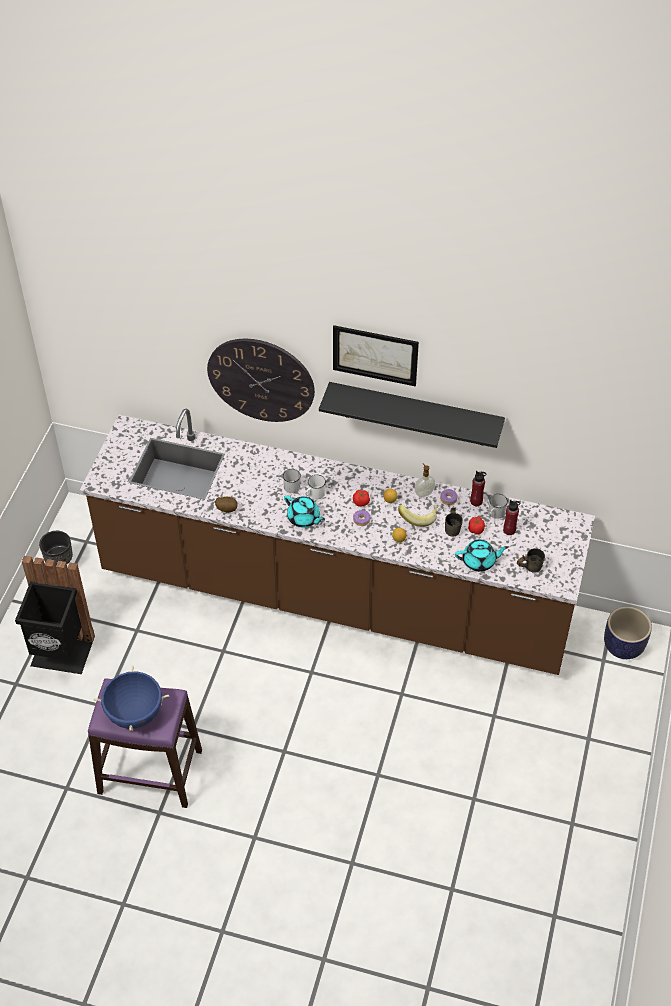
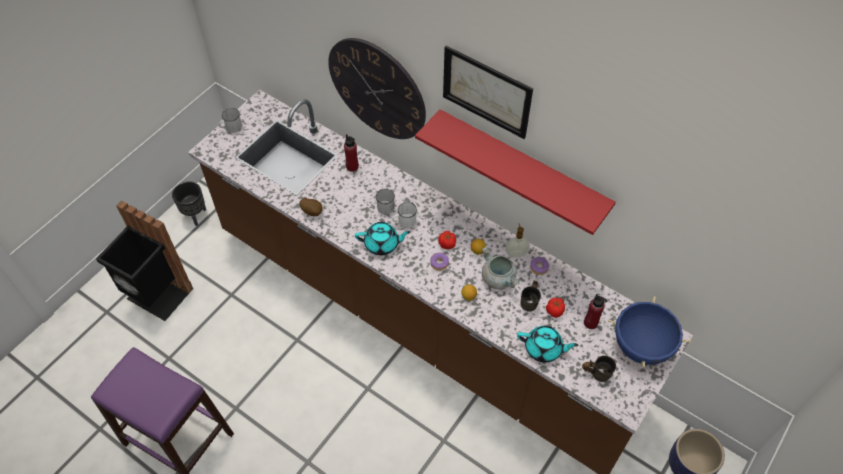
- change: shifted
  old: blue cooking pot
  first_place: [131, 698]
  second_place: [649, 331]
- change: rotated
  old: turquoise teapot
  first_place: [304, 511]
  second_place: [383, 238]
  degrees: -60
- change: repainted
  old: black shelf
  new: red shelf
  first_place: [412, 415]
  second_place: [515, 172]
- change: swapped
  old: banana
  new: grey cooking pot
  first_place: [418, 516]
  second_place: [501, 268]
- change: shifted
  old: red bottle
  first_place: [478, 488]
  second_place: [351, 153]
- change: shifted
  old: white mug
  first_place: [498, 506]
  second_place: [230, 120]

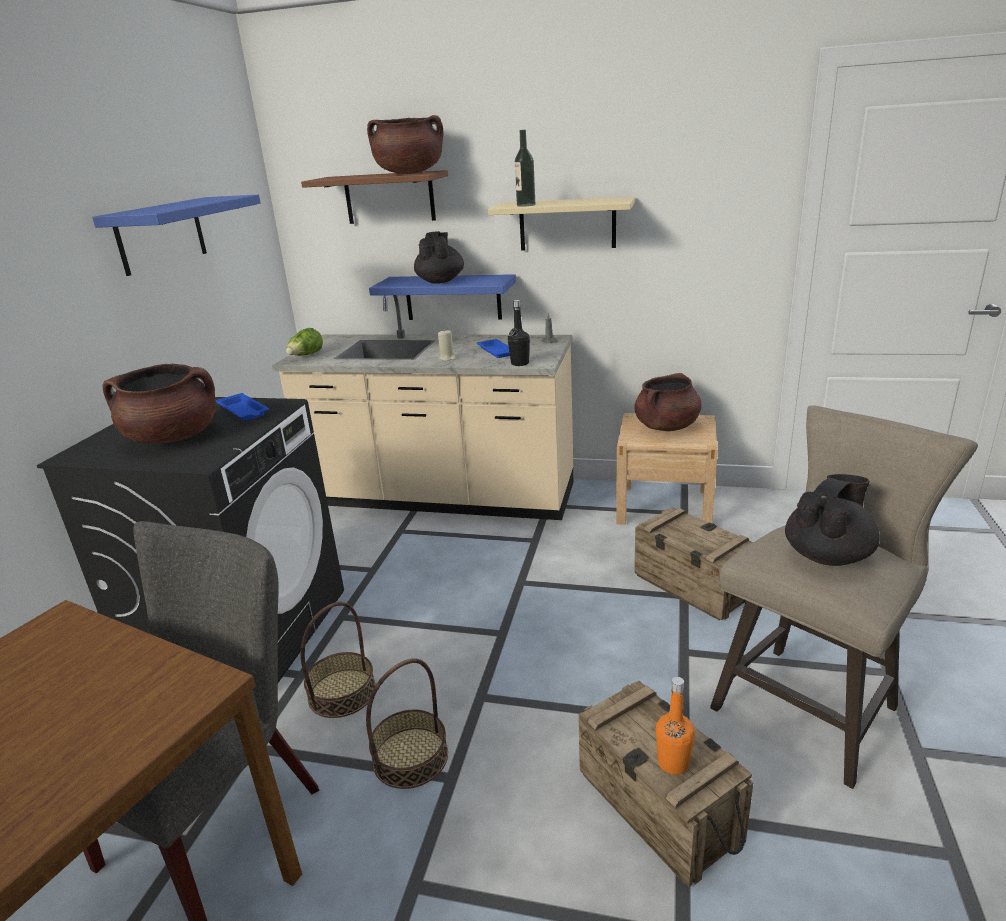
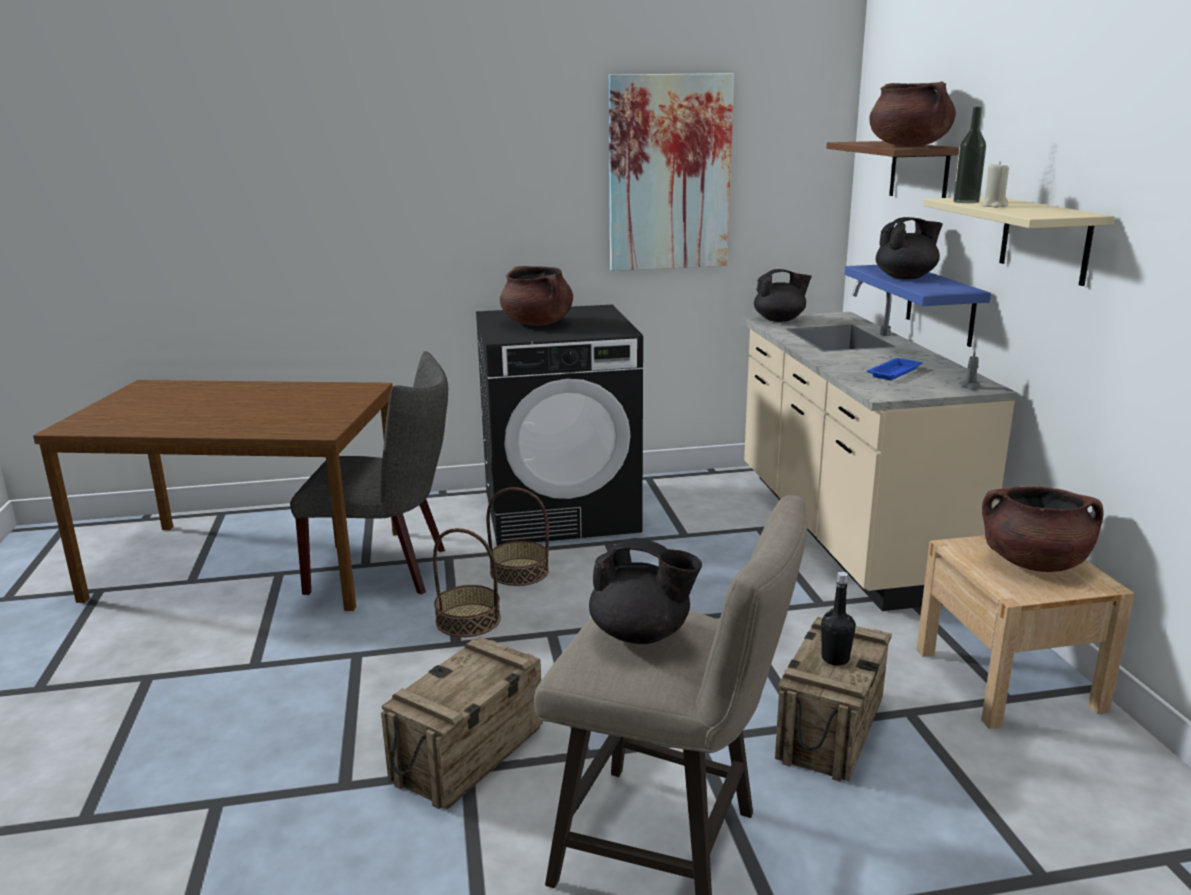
- change: swapped
  old: blue shelf
  new: picture
  first_place: [176, 235]
  second_place: [671, 172]
- change: gone
  old: blue tray
  first_place: [242, 407]
- change: swapped
  old: lettuce
  new: black teapot
  first_place: [304, 342]
  second_place: [783, 295]
- change: shifted
  old: beige candle
  first_place: [447, 345]
  second_place: [995, 185]
- change: shifted
  old: black bottle
  first_place: [519, 333]
  second_place: [838, 619]
- change: gone
  old: orange bottle
  first_place: [675, 726]

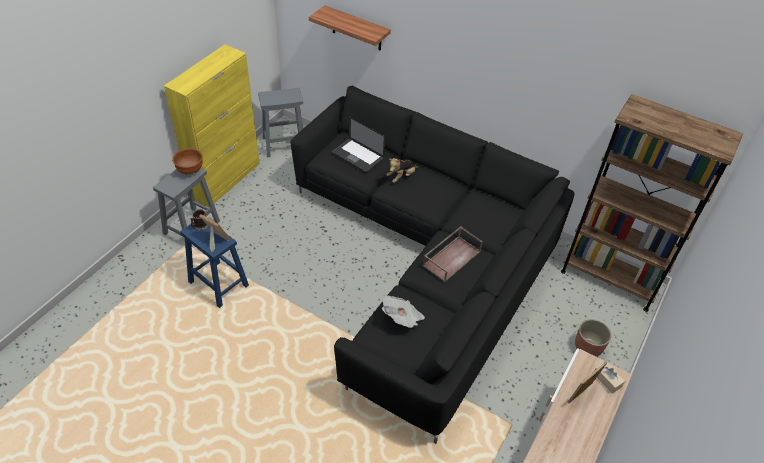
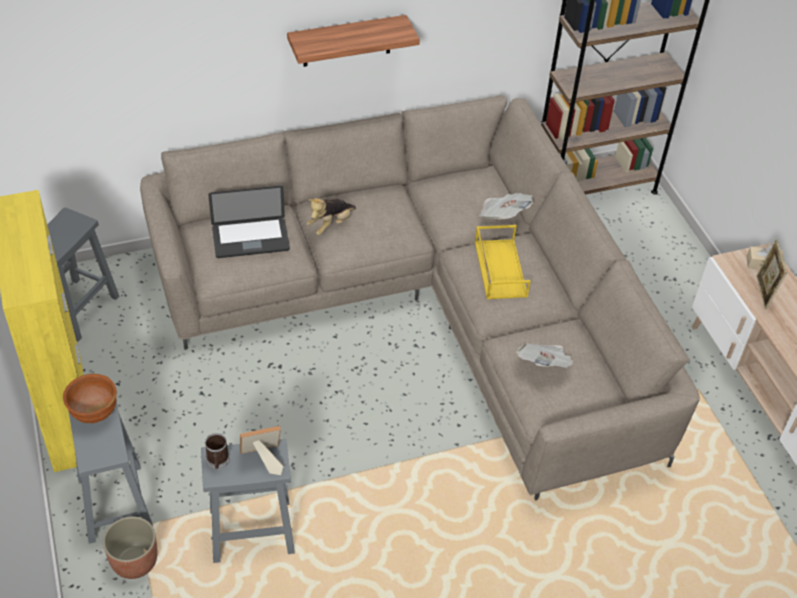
- change: repainted
  old: blue stool
  new: grey stool
  first_place: [214, 265]
  second_place: [248, 501]
- change: repainted
  old: black sofa
  new: beige sofa
  first_place: [432, 265]
  second_place: [420, 297]
- change: shifted
  old: shelf
  first_place: [350, 28]
  second_place: [353, 41]
- change: rotated
  old: plush toy
  first_place: [402, 170]
  second_place: [331, 216]
  degrees: 45
- change: repainted
  old: brown tray
  new: yellow tray
  first_place: [453, 254]
  second_place: [503, 262]
- change: shifted
  old: planter
  first_place: [593, 338]
  second_place: [130, 547]
- change: new
  new: newspaper
  second_place: [505, 206]

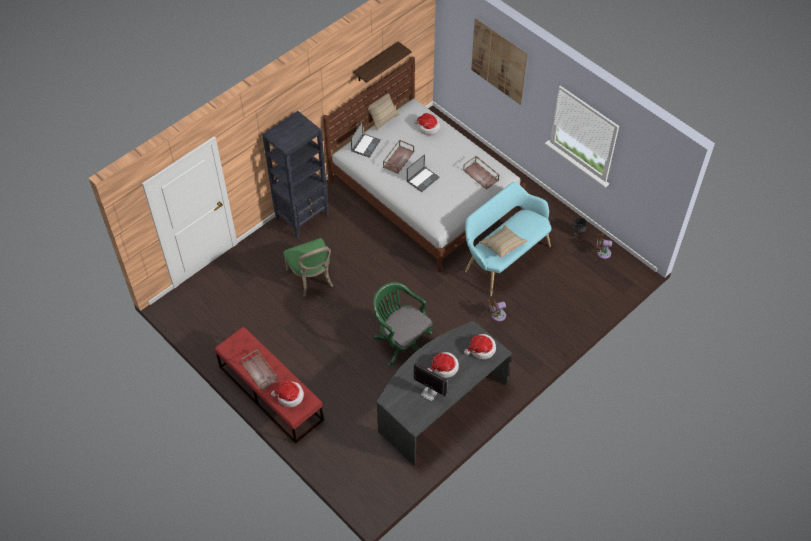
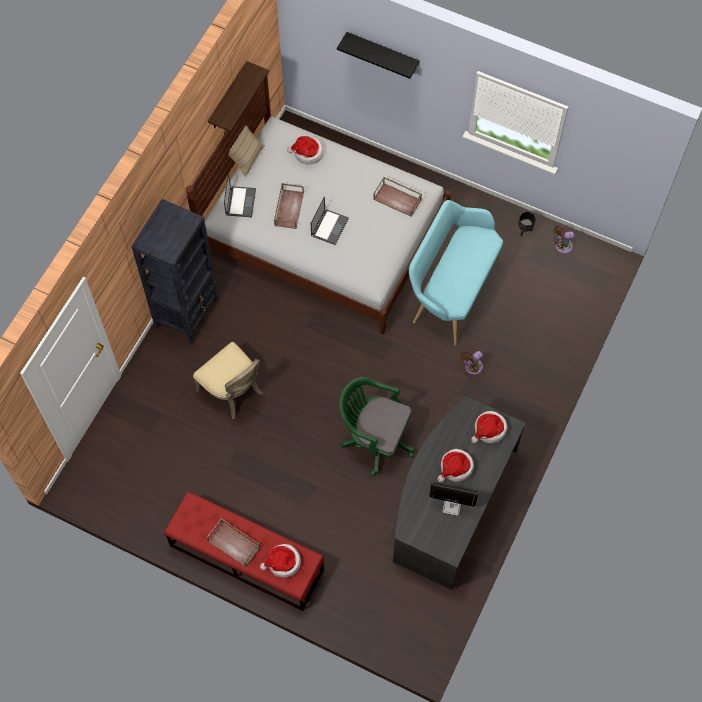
- change: repainted
  old: green chair
  new: beige chair
  first_place: [308, 267]
  second_place: [228, 380]
- change: swapped
  old: picture
  new: black shelf
  first_place: [499, 61]
  second_place: [378, 55]
- change: gone
  old: beige pillow
  first_place: [503, 241]

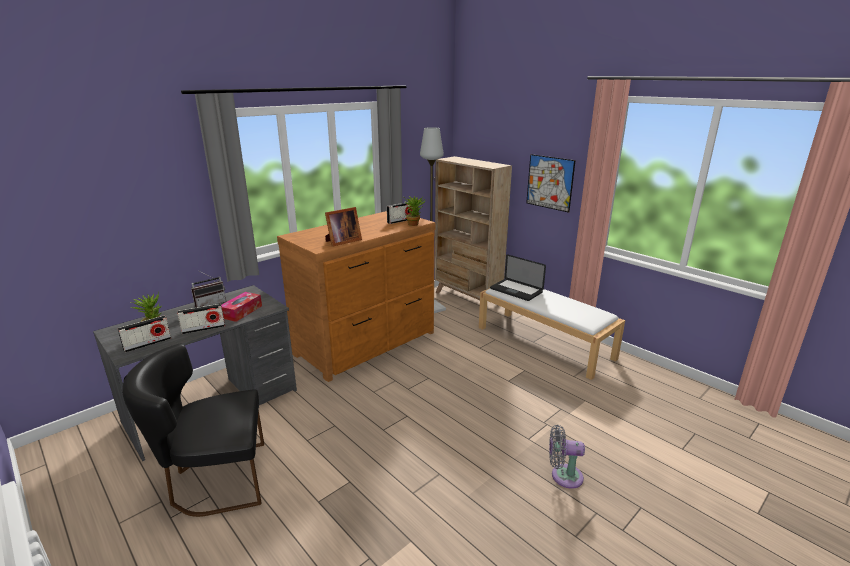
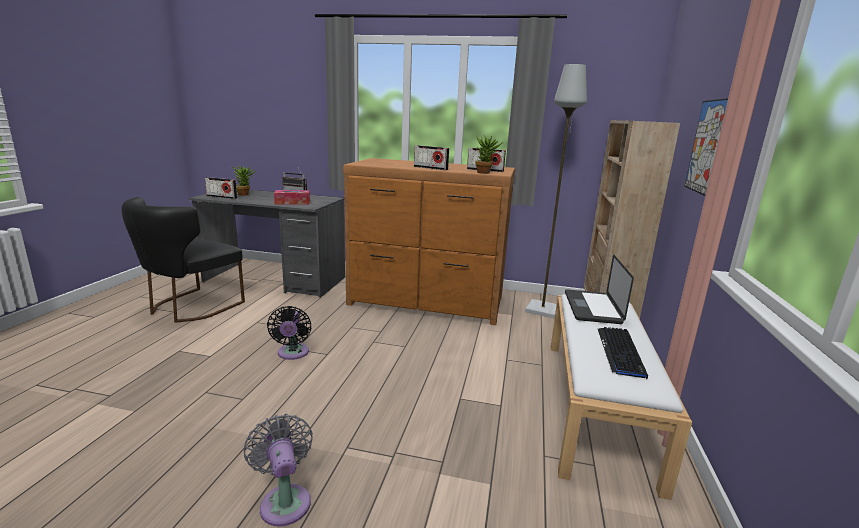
- change: rotated
  old: black chair
  first_place: [193, 430]
  second_place: [183, 260]
  degrees: -105
- change: shifted
  old: radio
  first_place: [201, 319]
  second_place: [431, 157]
- change: gone
  old: picture frame
  first_place: [343, 227]
- change: new
  new: black fan
  second_place: [289, 333]
- change: new
  new: keyboard
  second_place: [623, 353]

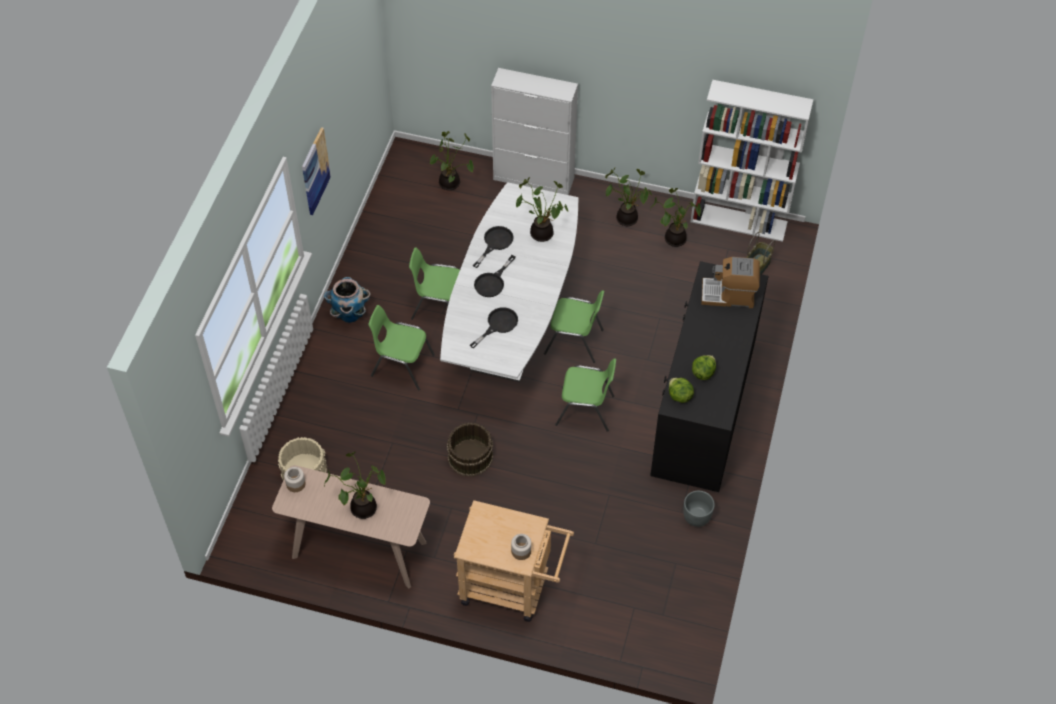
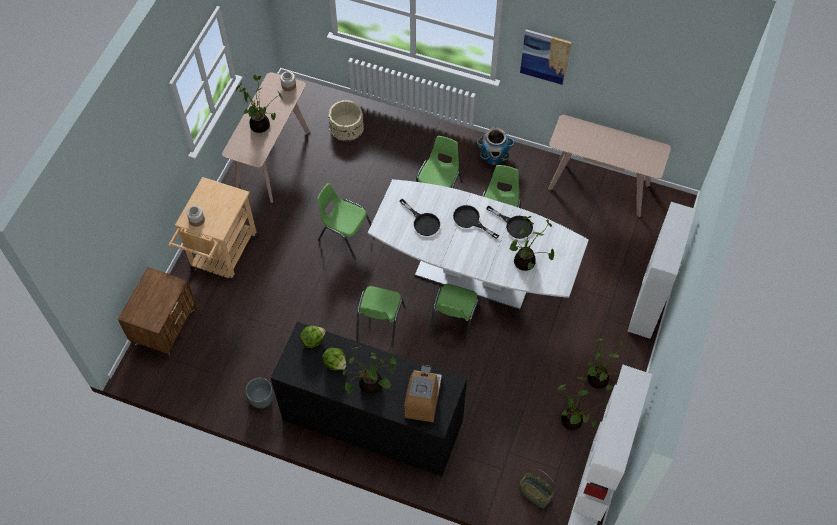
- change: shifted
  old: potted plant
  first_place: [451, 160]
  second_place: [369, 370]
- change: swapped
  old: brown bucket
  new: green chair
  first_place: [470, 450]
  second_place: [344, 221]
- change: new
  new: brown nightstand
  second_place: [158, 314]
- change: new
  new: beige console table
  second_place: [609, 166]

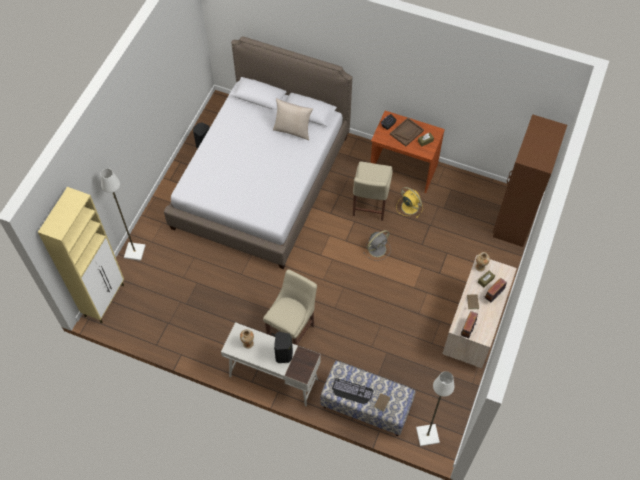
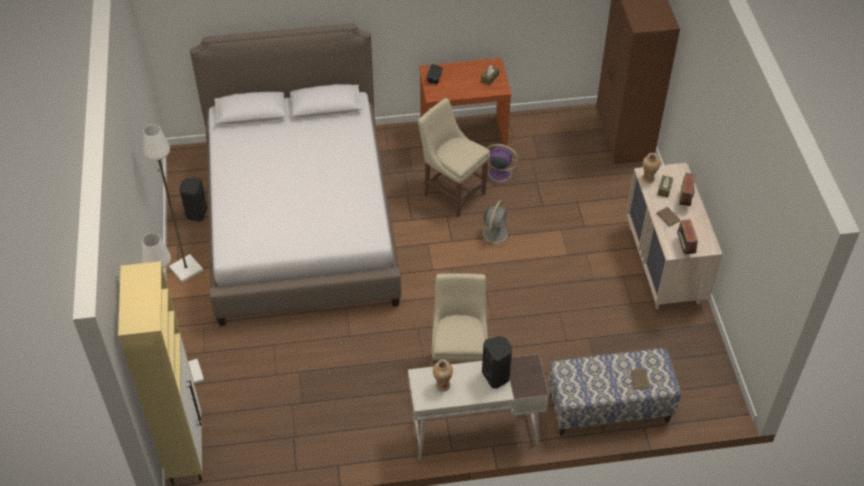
- change: gone
  old: beige pillow
  first_place: [293, 119]
- change: gone
  old: keyboard
  first_place: [353, 391]
- change: rotated
  old: beige chair
  first_place: [373, 191]
  second_place: [454, 157]
  degrees: 150
- change: gone
  old: brown tray
  first_place: [407, 132]
- change: repainted
  old: yellow fan
  new: purple fan
  first_place: [409, 202]
  second_place: [502, 164]
- change: shifted
  old: white floor lamp
  first_place: [435, 408]
  second_place: [173, 203]

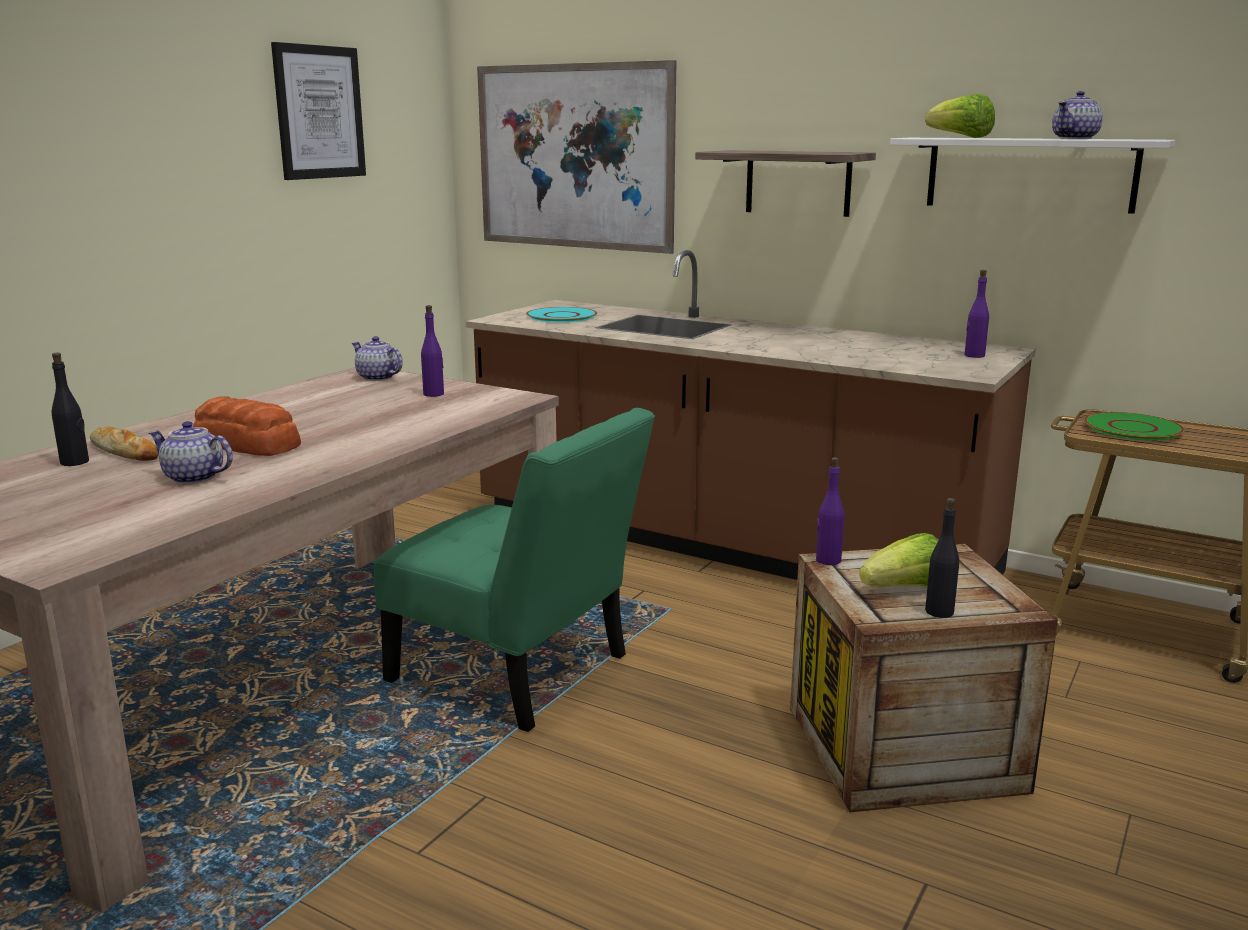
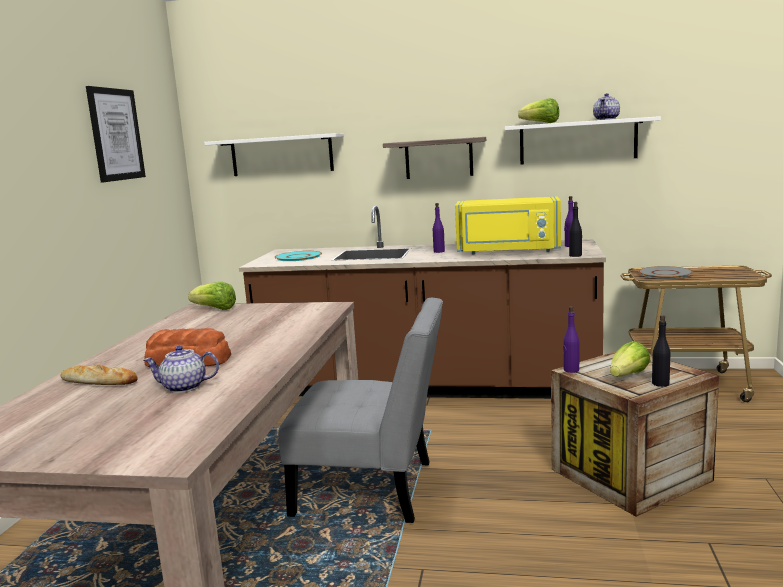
- change: shifted
  old: black bottle
  first_place: [70, 409]
  second_place: [575, 229]
- change: swapped
  old: teapot
  new: lettuce
  first_place: [377, 358]
  second_place: [212, 296]
- change: repainted
  old: green chair
  new: grey chair
  first_place: [514, 570]
  second_place: [360, 410]
- change: shifted
  old: purple bottle
  first_place: [432, 351]
  second_place: [439, 228]
- change: swapped
  old: picture
  new: white shelf
  first_place: [576, 157]
  second_place: [274, 154]
- change: repainted
  old: green plate
  new: grey plate
  first_place: [1134, 426]
  second_place: [665, 272]
- change: new
  new: yellow microwave
  second_place: [508, 225]

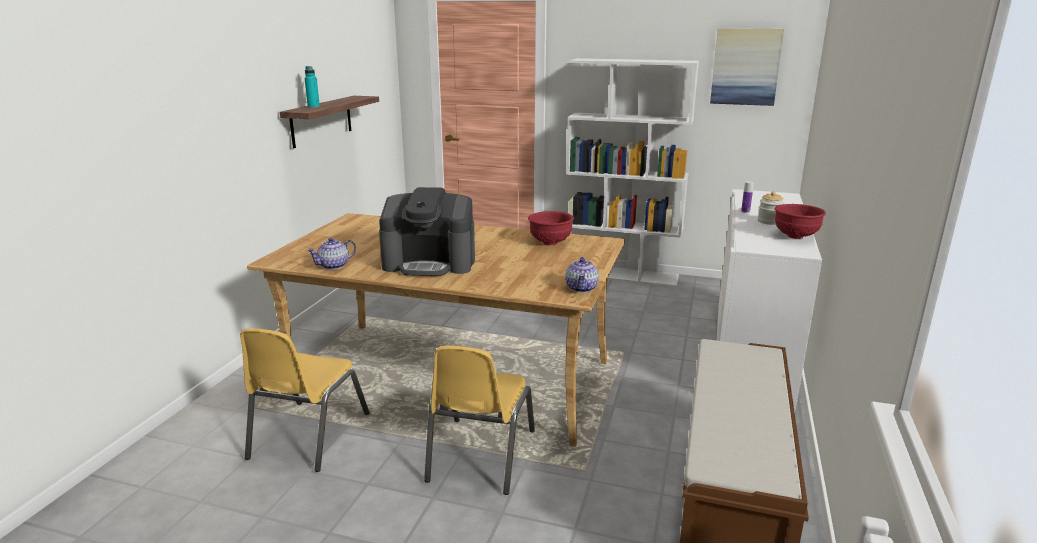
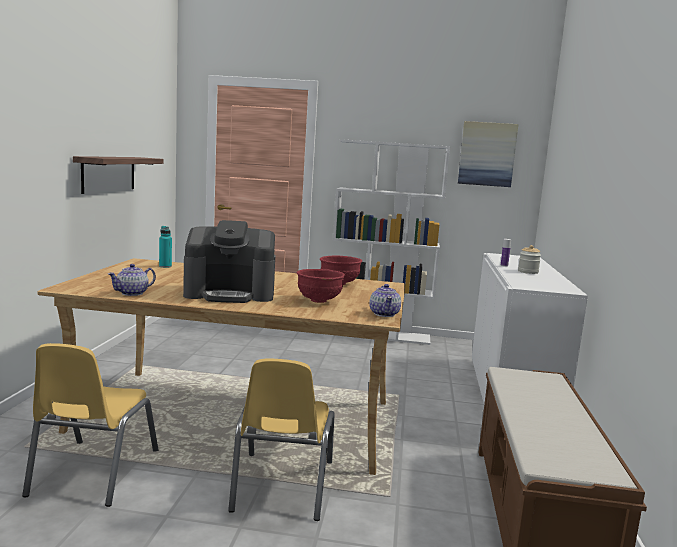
- change: shifted
  old: turquoise bottle
  first_place: [312, 87]
  second_place: [165, 247]
- change: shifted
  old: red bowl
  first_place: [800, 221]
  second_place: [321, 286]

